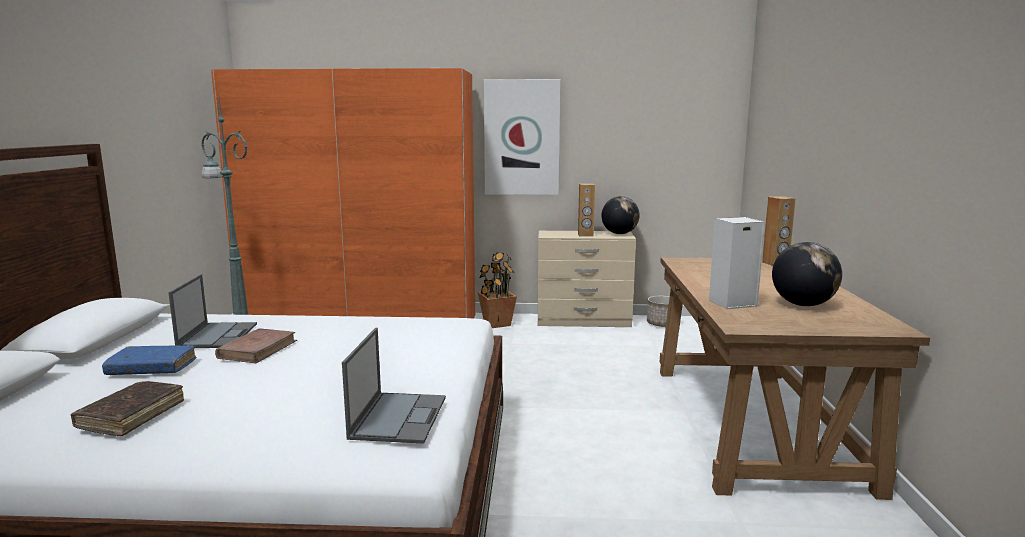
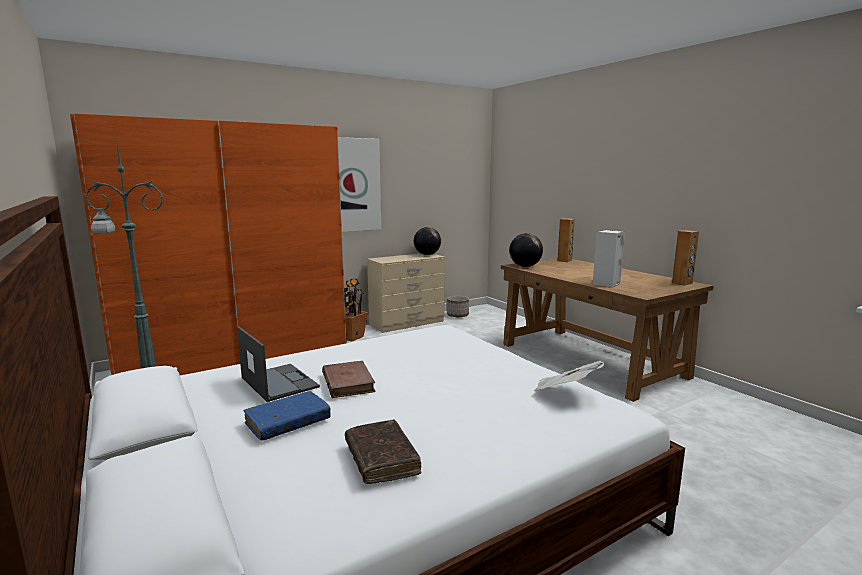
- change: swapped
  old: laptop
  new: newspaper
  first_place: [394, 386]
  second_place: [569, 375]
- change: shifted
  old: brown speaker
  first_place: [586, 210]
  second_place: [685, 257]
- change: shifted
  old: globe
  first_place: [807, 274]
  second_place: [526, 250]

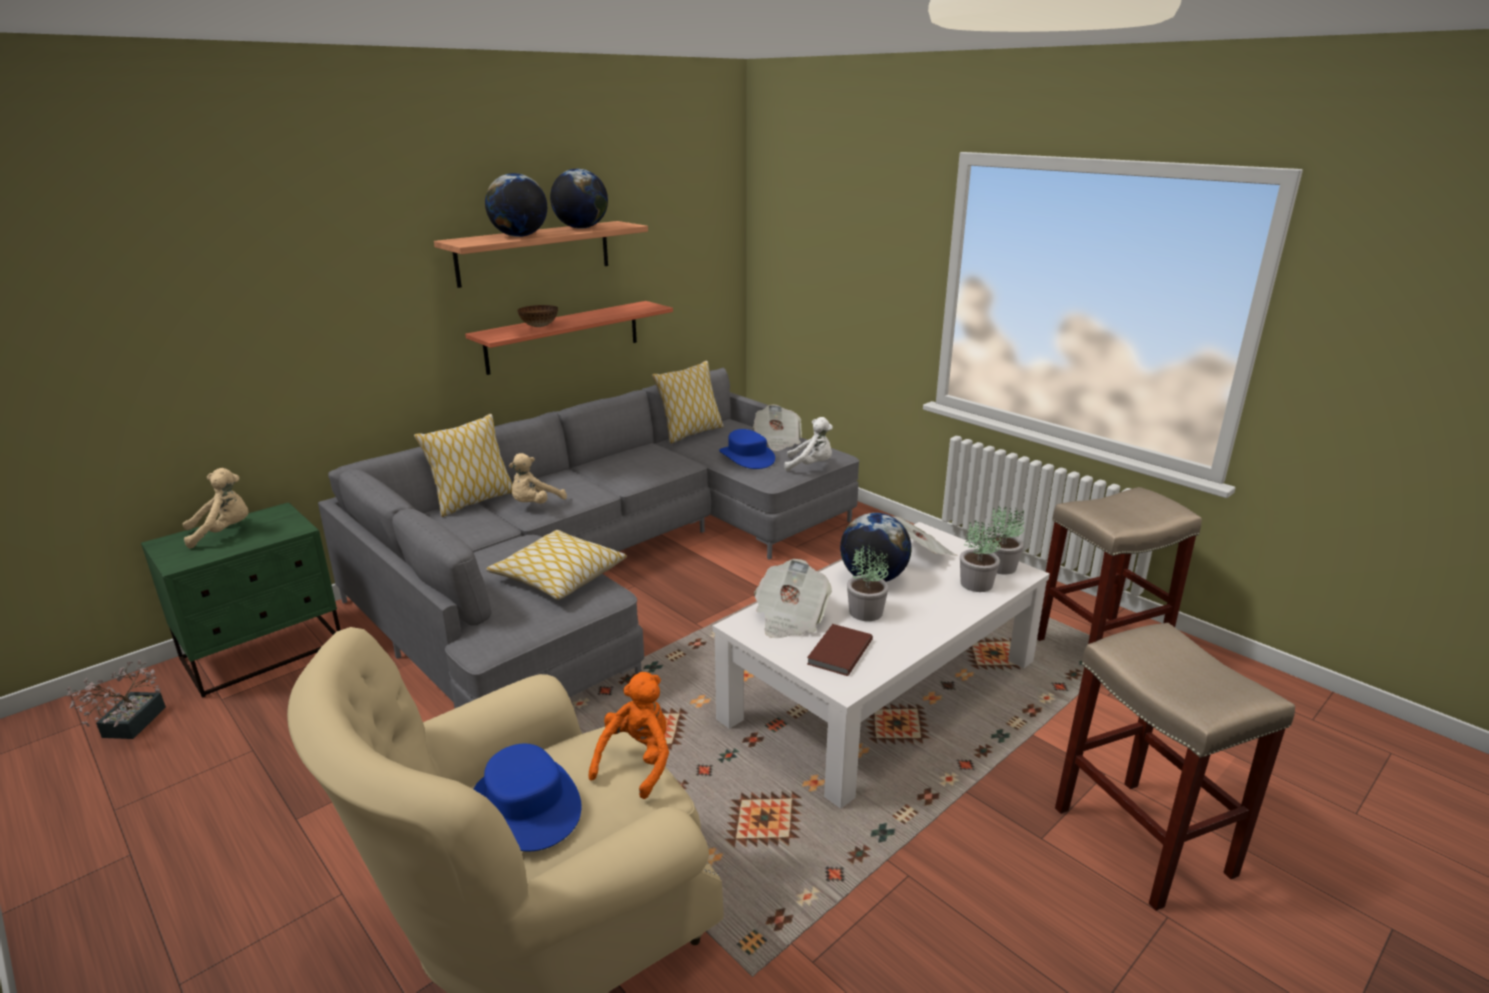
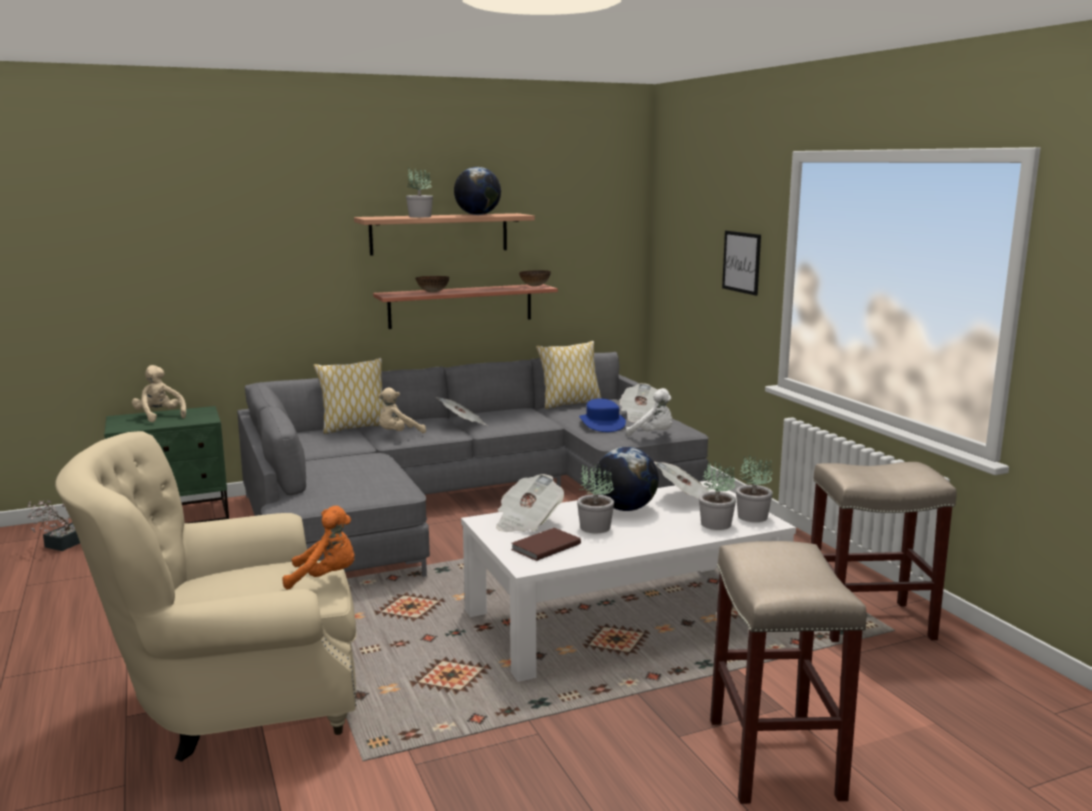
- change: rotated
  old: beige plush toy
  first_place: [215, 508]
  second_place: [159, 393]
  degrees: -120
- change: gone
  old: blue hat
  first_place: [528, 798]
- change: swapped
  old: globe
  new: potted plant
  first_place: [516, 205]
  second_place: [419, 192]
- change: gone
  old: pillow
  first_place: [556, 565]
- change: rotated
  old: orange plush toy
  first_place: [629, 735]
  second_place: [318, 547]
  degrees: 45
- change: new
  new: newspaper
  second_place: [461, 411]
- change: new
  new: bowl
  second_place: [535, 278]
- change: new
  new: picture
  second_place: [741, 263]

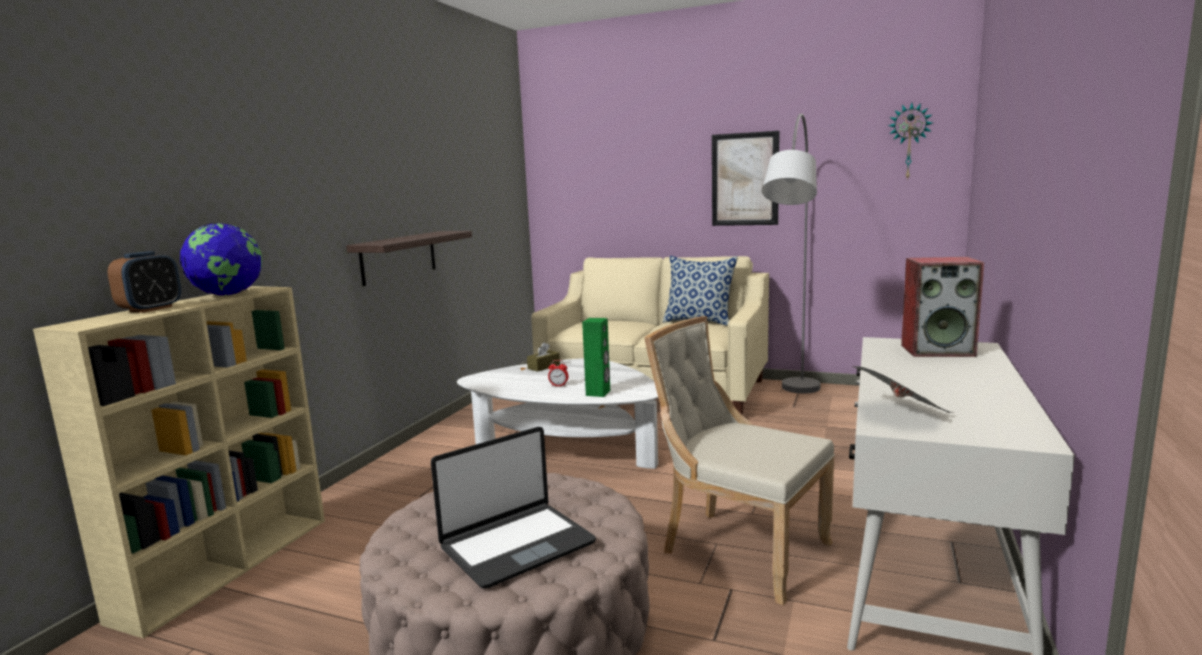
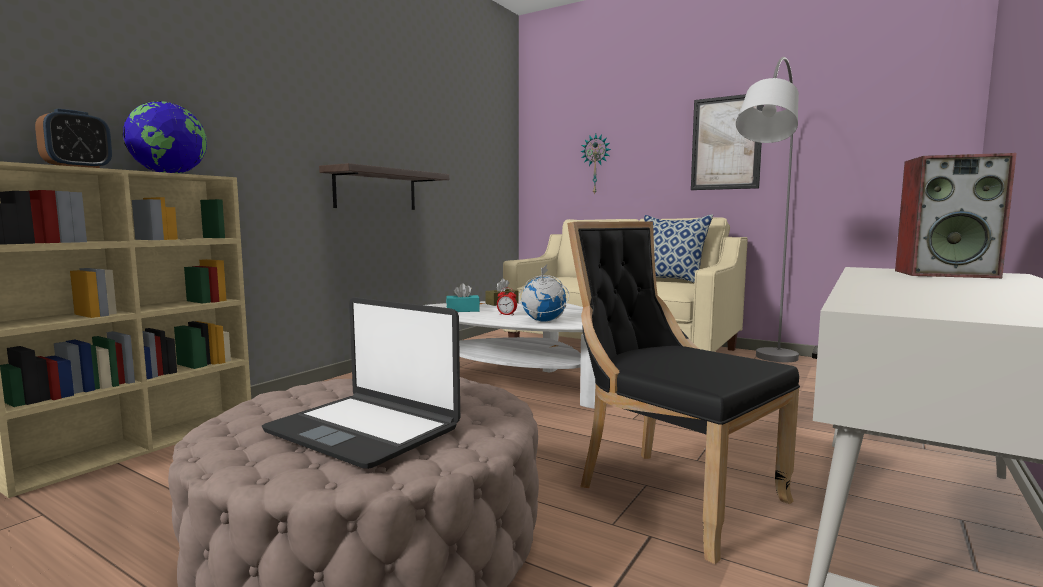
- change: rotated
  old: laptop
  first_place: [513, 508]
  second_place: [361, 383]
  degrees: 60
- change: swapped
  old: green speaker
  new: globe
  first_place: [596, 357]
  second_place: [544, 292]
- change: repainted
  old: beige chair
  new: black chair
  first_place: [739, 460]
  second_place: [683, 392]
- change: gone
  old: newspaper
  first_place: [903, 389]
- change: shifted
  old: wall clock
  first_place: [910, 141]
  second_place: [595, 164]
- change: new
  new: turquoise tissue box
  second_place: [463, 297]

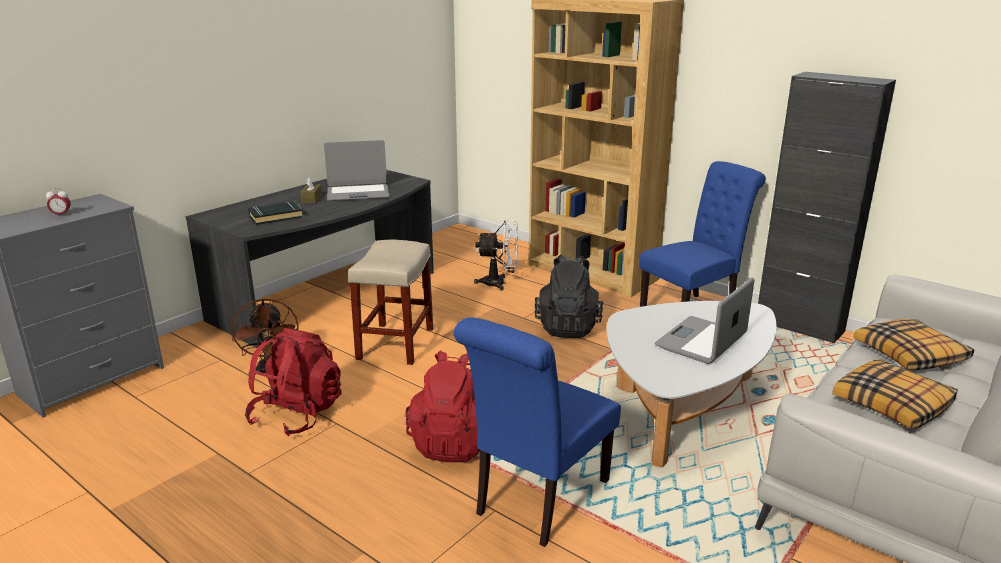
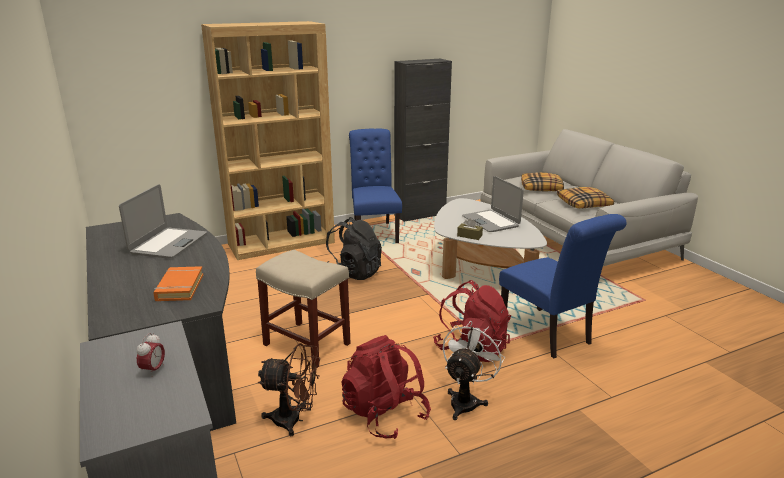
- change: repainted
  old: black book
  new: orange book
  first_place: [276, 213]
  second_place: [178, 283]
- change: shifted
  old: brown tissue box
  first_place: [311, 190]
  second_place: [470, 229]
- change: shifted
  old: white fan
  first_place: [496, 255]
  second_place: [473, 370]

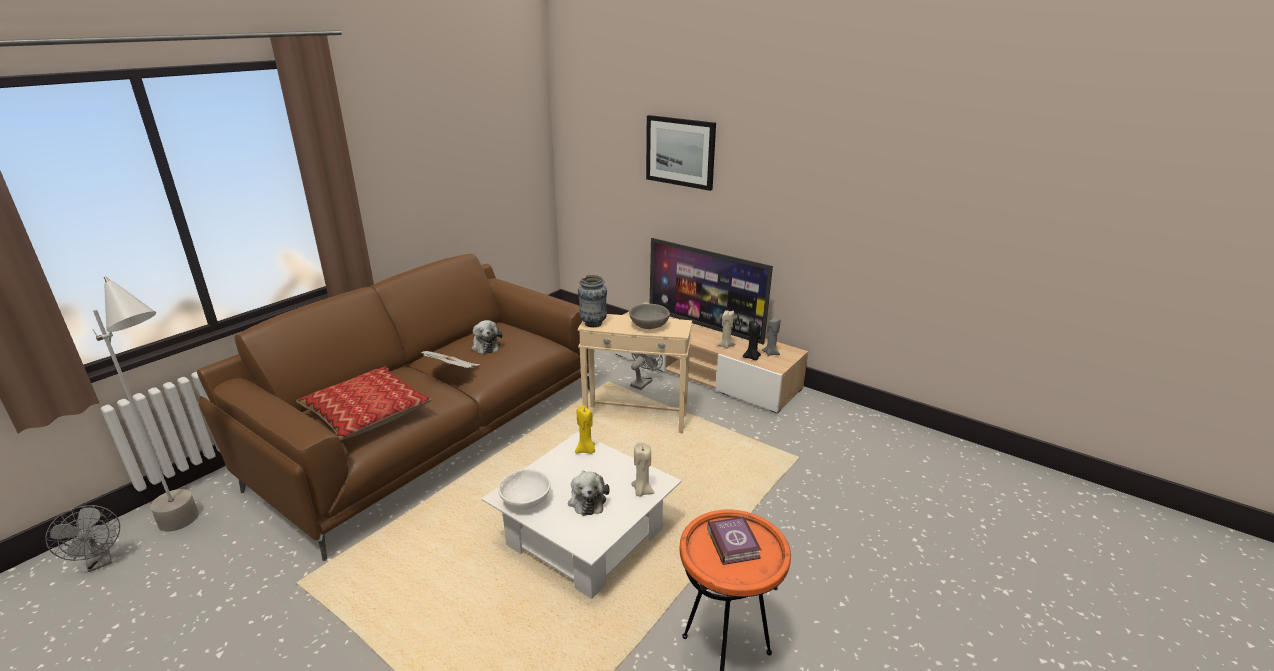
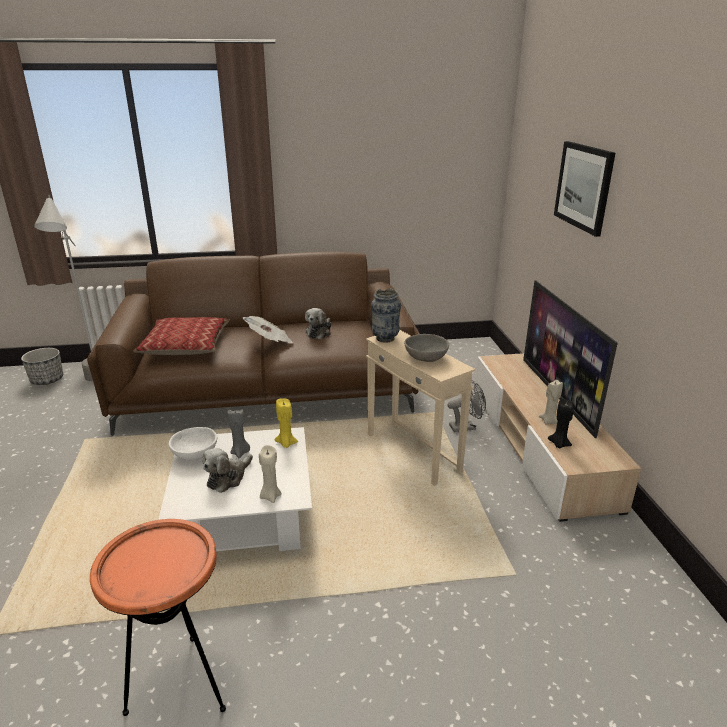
- change: swapped
  old: grey fan
  new: planter
  first_place: [82, 538]
  second_place: [42, 366]
- change: gone
  old: book
  first_place: [734, 541]
- change: shifted
  old: grey candle
  first_place: [771, 336]
  second_place: [238, 434]

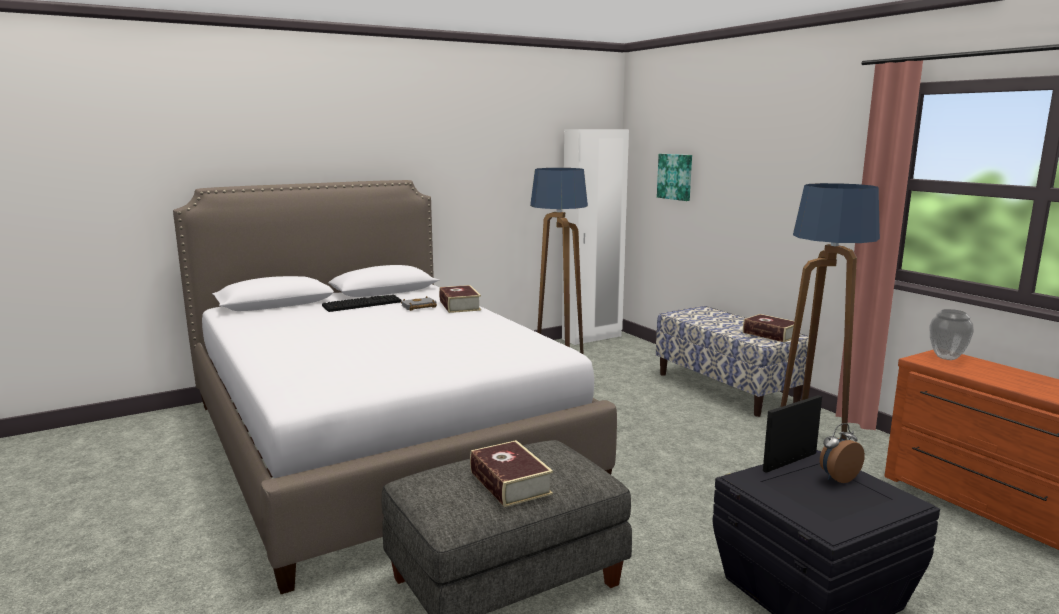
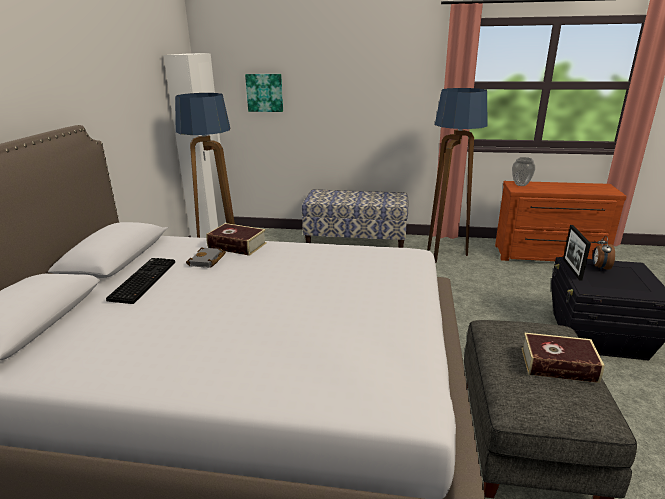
- change: gone
  old: book
  first_place: [771, 328]

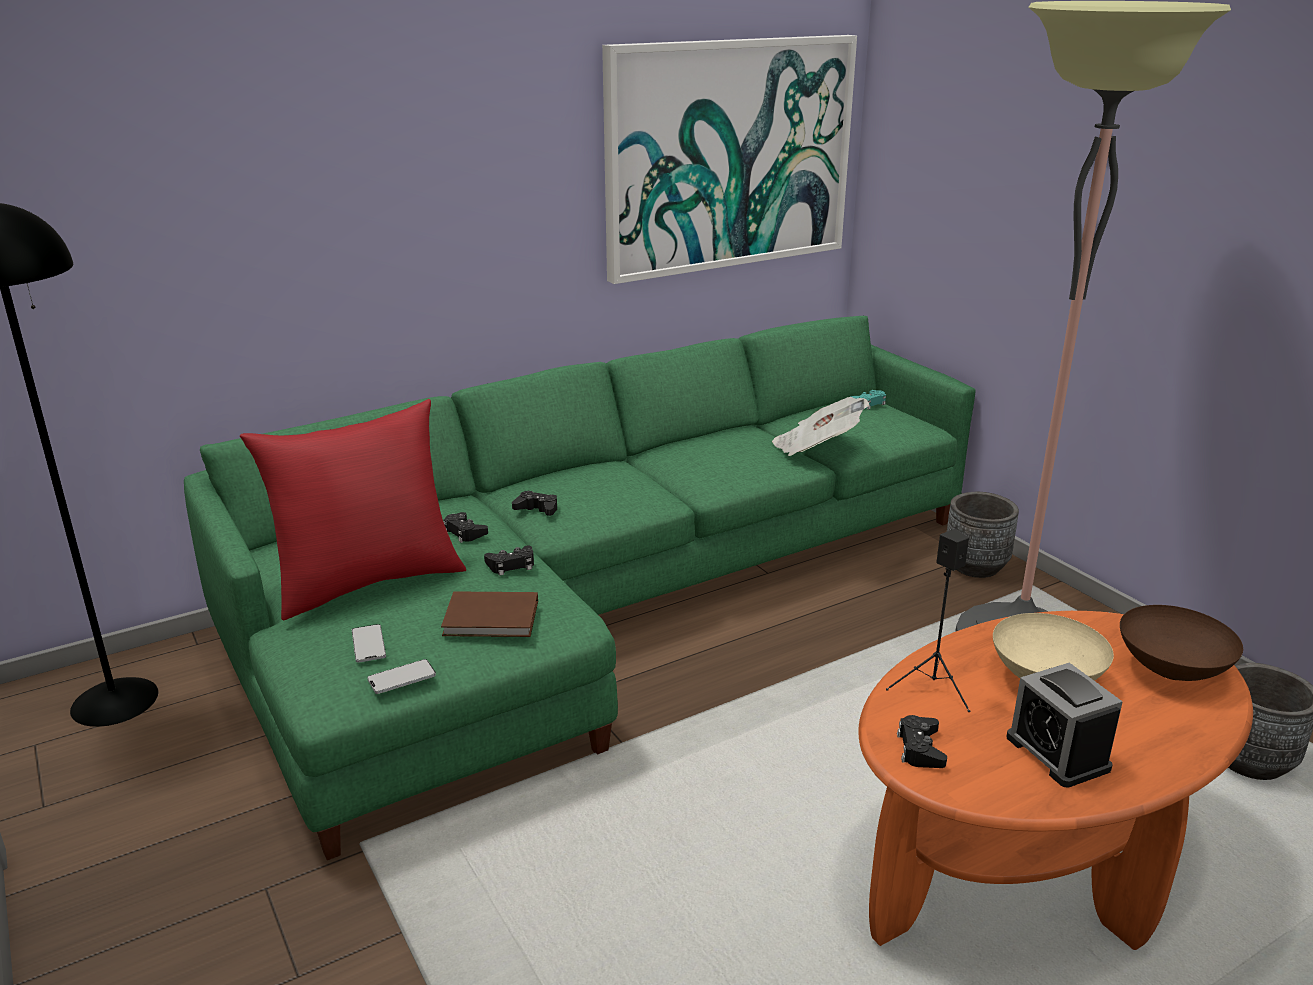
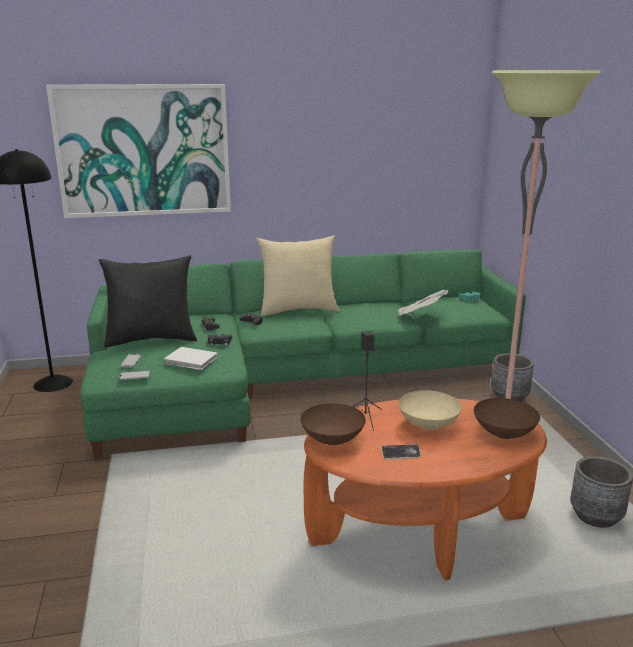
- change: repainted
  old: red pillow
  new: black pillow
  first_place: [353, 509]
  second_place: [148, 301]
- change: repainted
  old: brown book
  new: white book
  first_place: [489, 614]
  second_place: [191, 358]
- change: shifted
  old: picture
  first_place: [729, 159]
  second_place: [138, 151]
- change: swapped
  old: black game controller
  new: brown bowl
  first_place: [922, 741]
  second_place: [333, 424]
- change: swapped
  old: alarm clock
  new: phone
  first_place: [1064, 725]
  second_place: [401, 451]
- change: new
  new: beige pillow
  second_place: [298, 275]

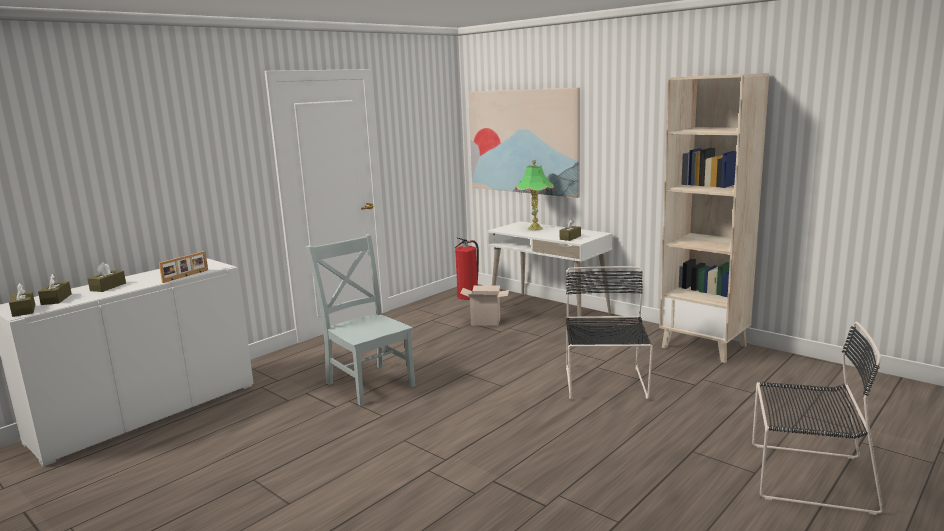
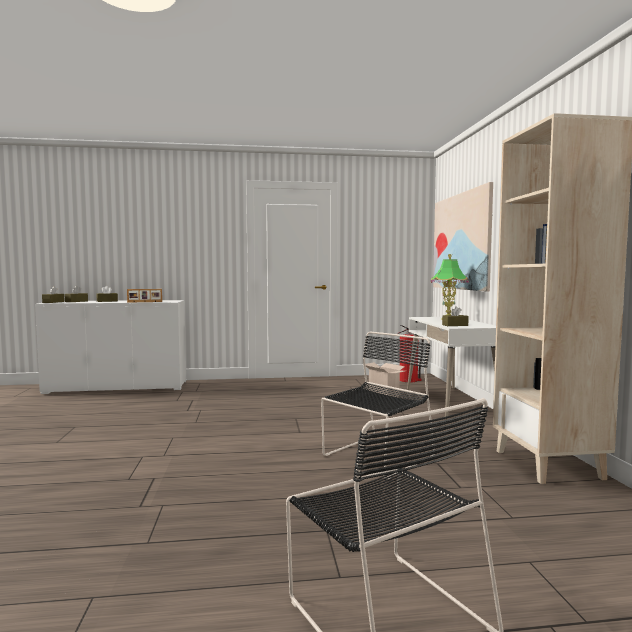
- change: gone
  old: grey chair
  first_place: [361, 320]

